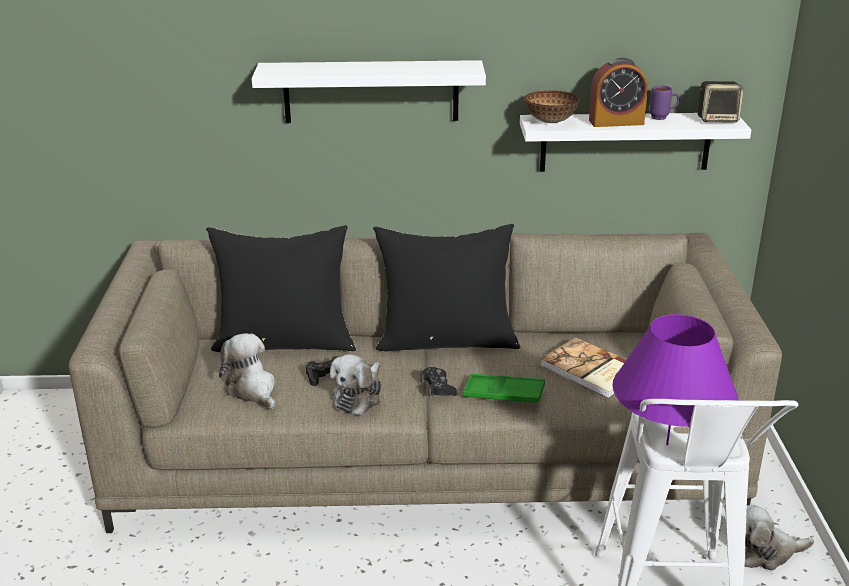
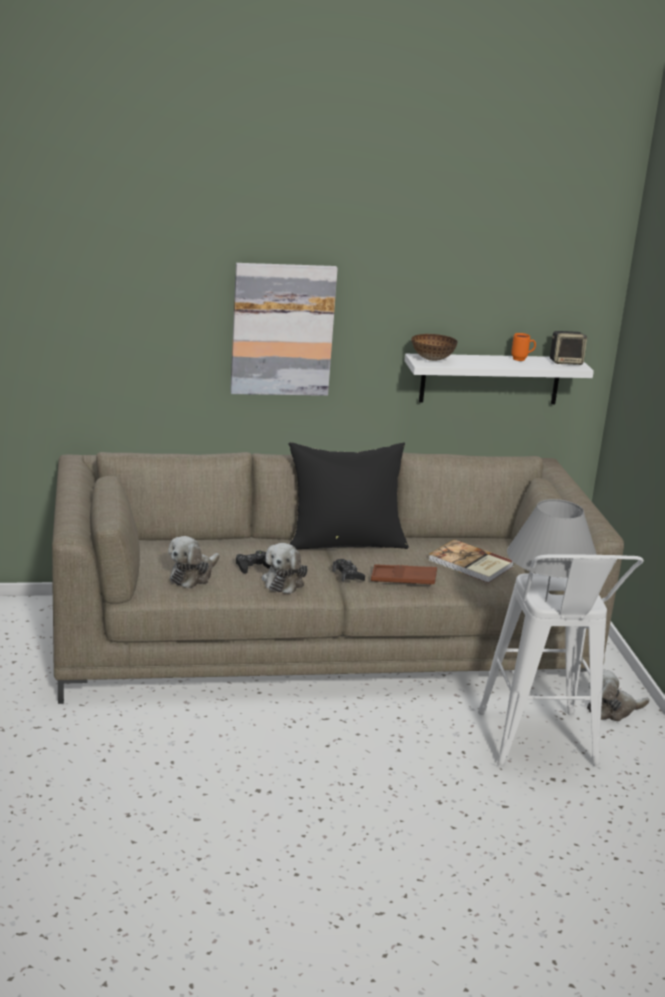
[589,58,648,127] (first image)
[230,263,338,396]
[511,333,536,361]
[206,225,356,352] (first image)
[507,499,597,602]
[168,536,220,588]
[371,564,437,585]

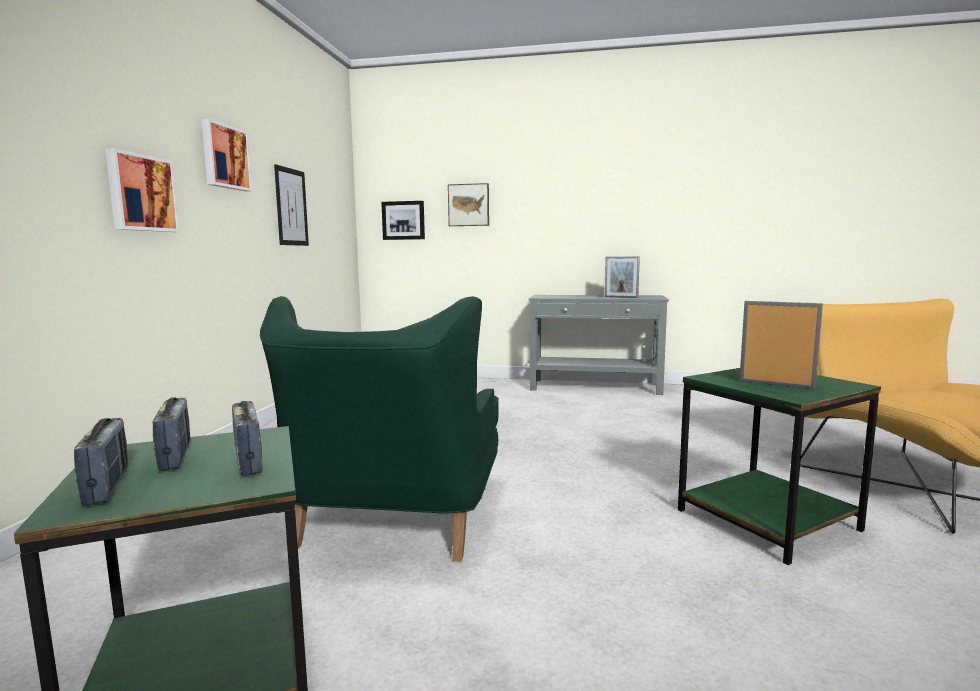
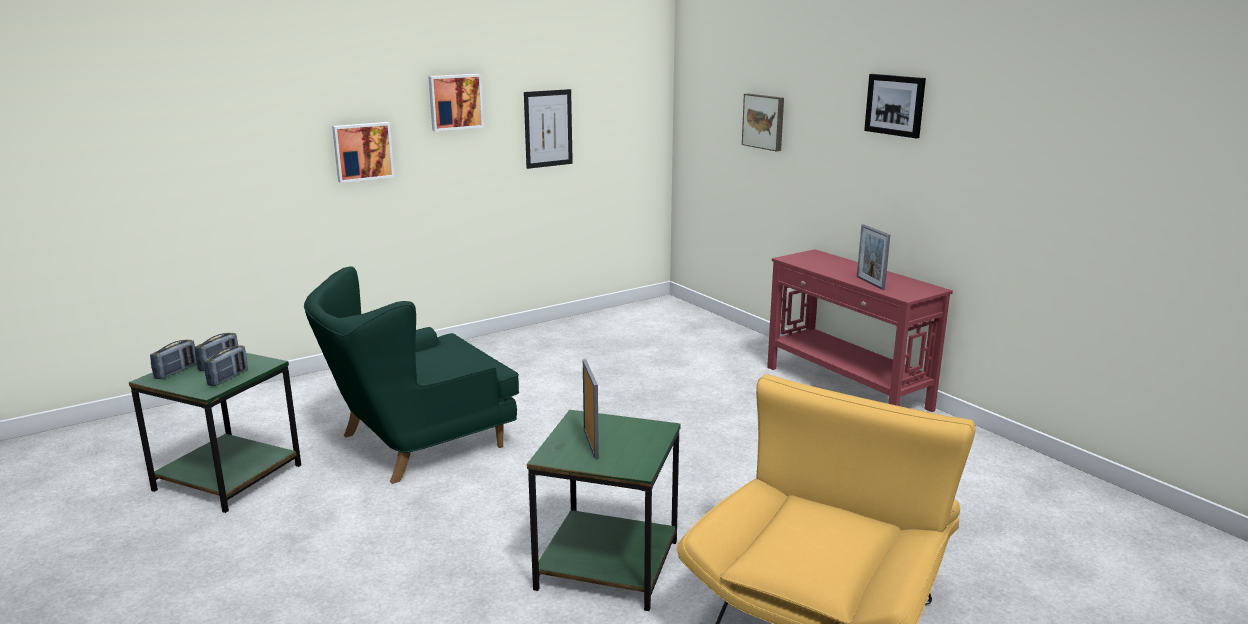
[864,74,926,138]
[767,249,953,412]

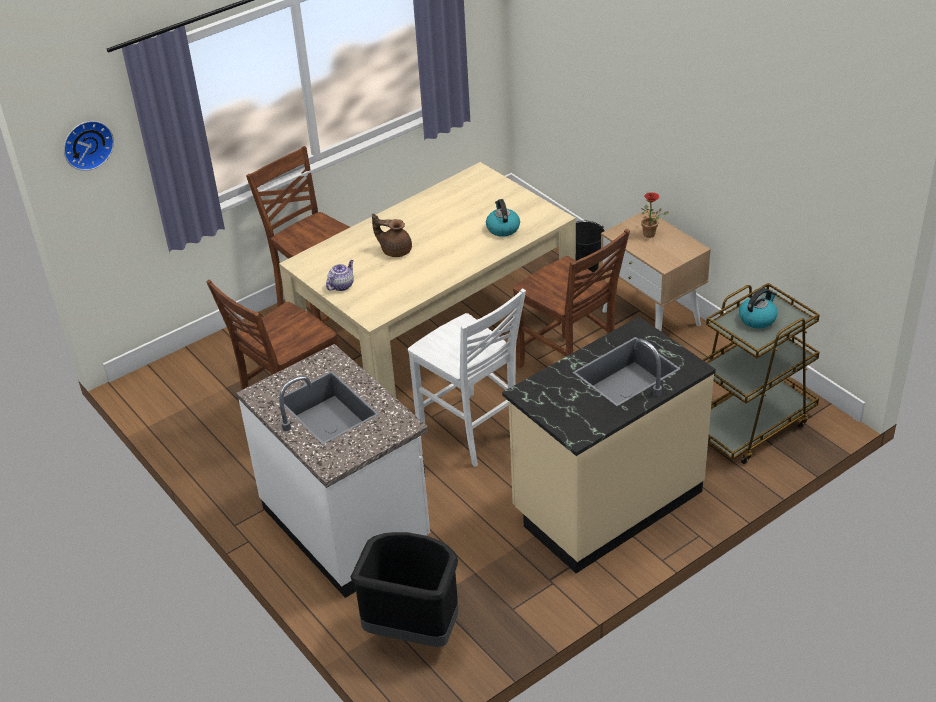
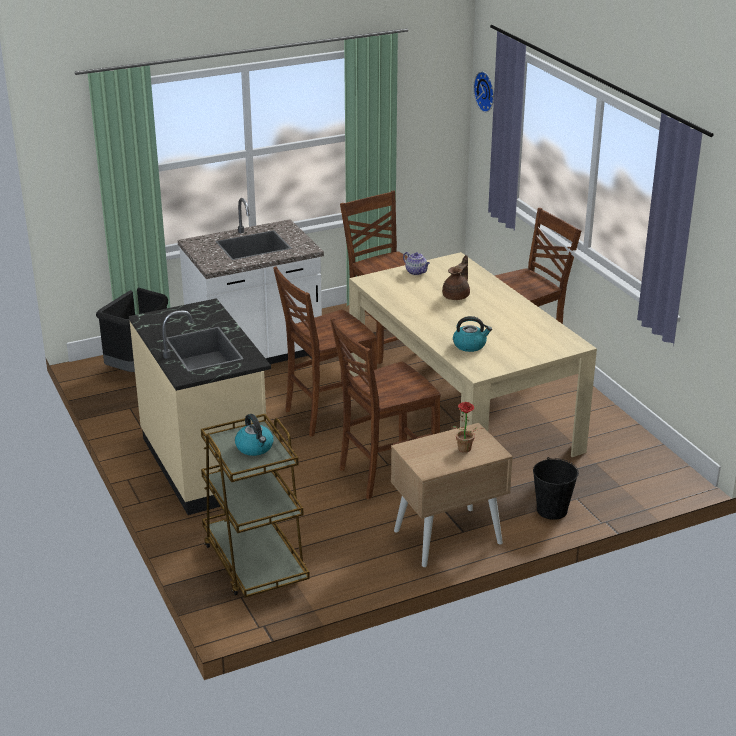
[273,266,377,437]

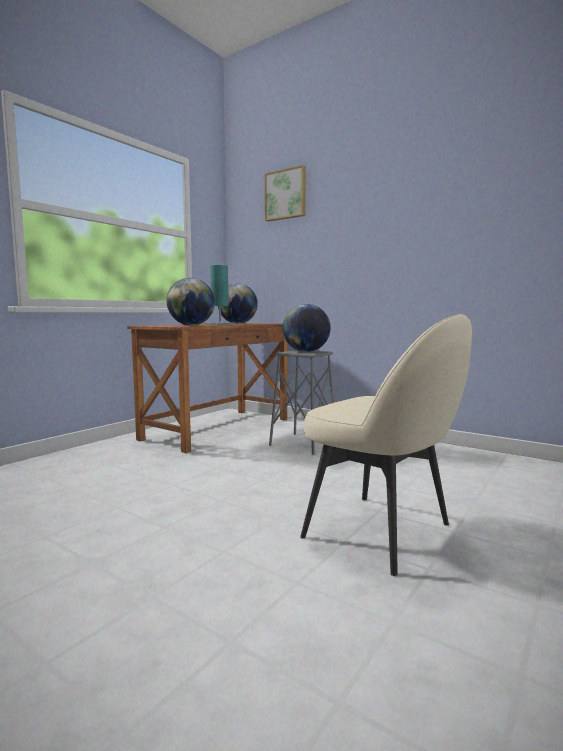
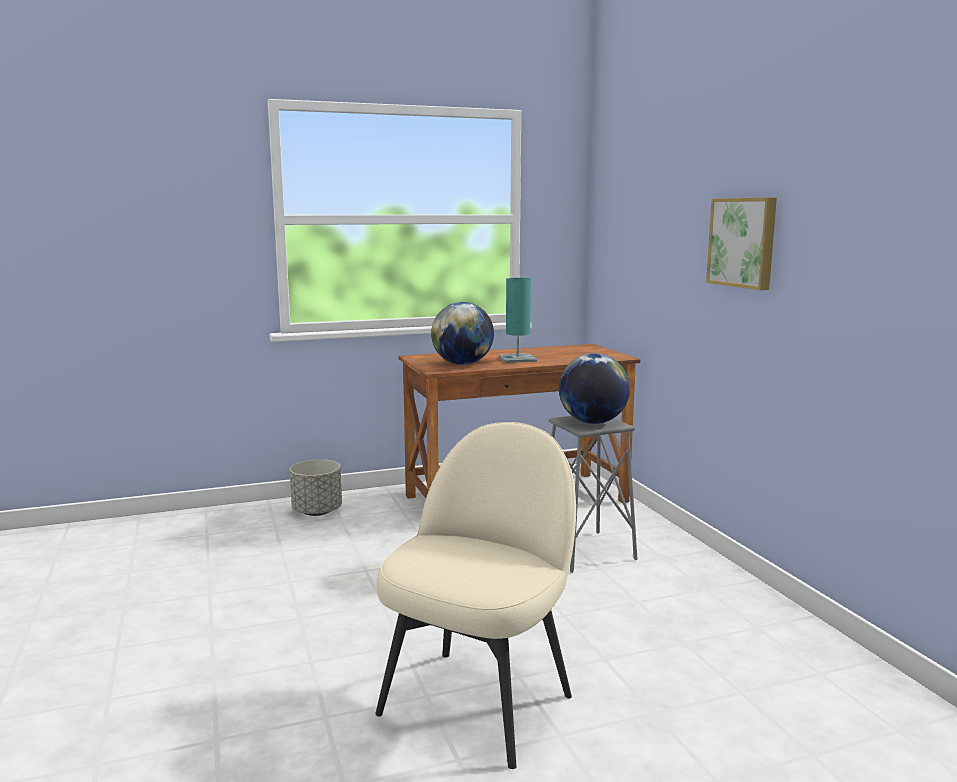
[706,197,777,290]
[218,283,258,324] (first image)
[375,422,576,769]
[290,459,342,516]

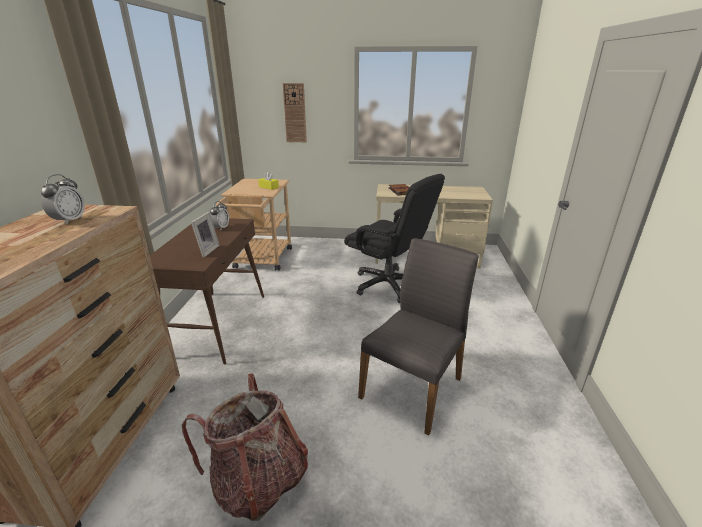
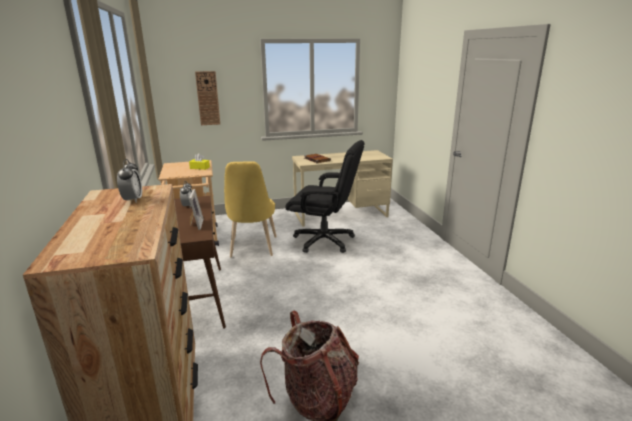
[358,238,478,436] (first image)
[224,161,277,257]

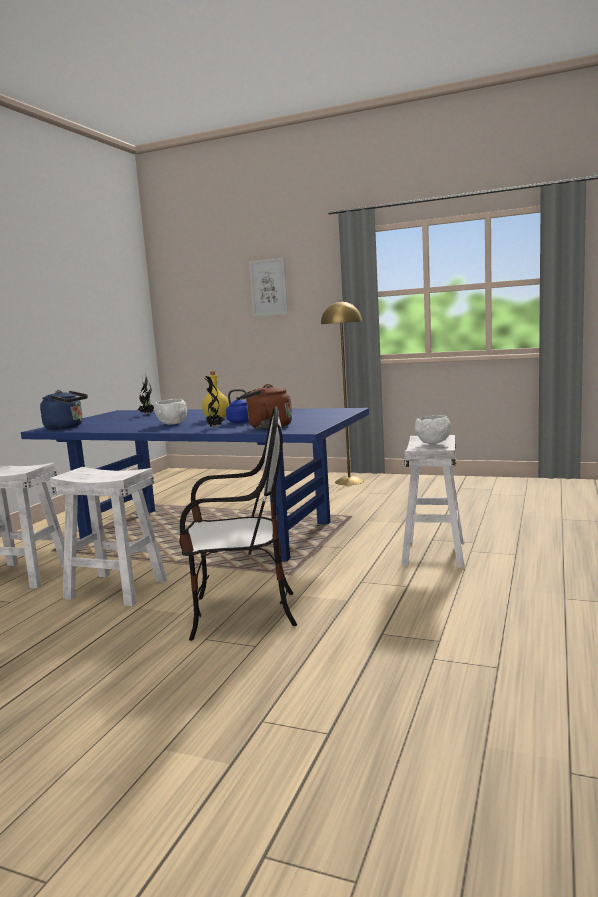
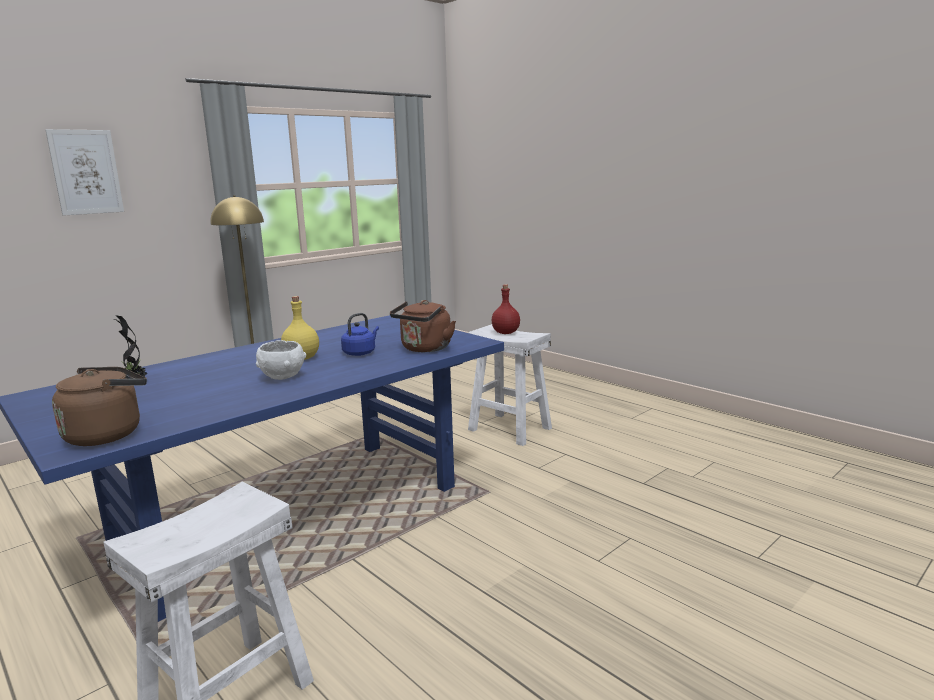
[204,376,223,427] (first image)
[52,367,147,446]
[179,406,297,641] (first image)
[492,284,520,334]
[50,467,167,606] (first image)

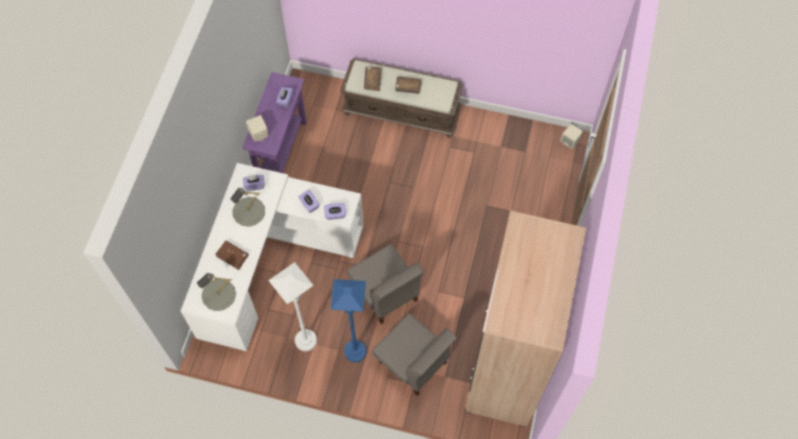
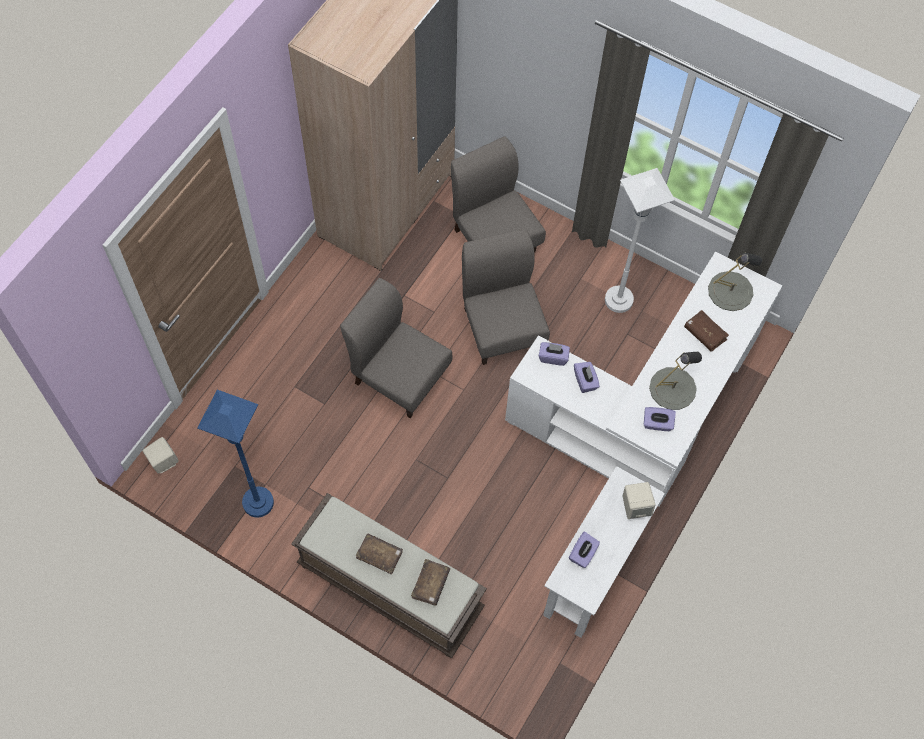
[543,466,665,638]
[197,390,274,518]
[340,278,453,418]

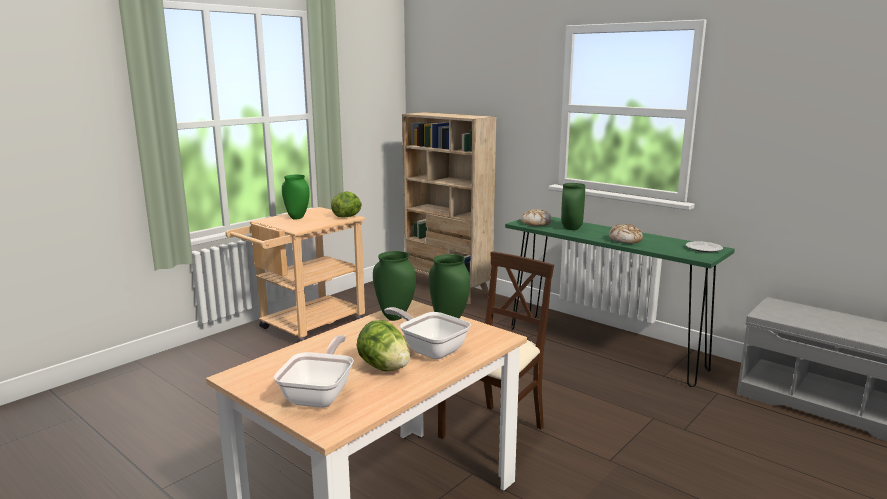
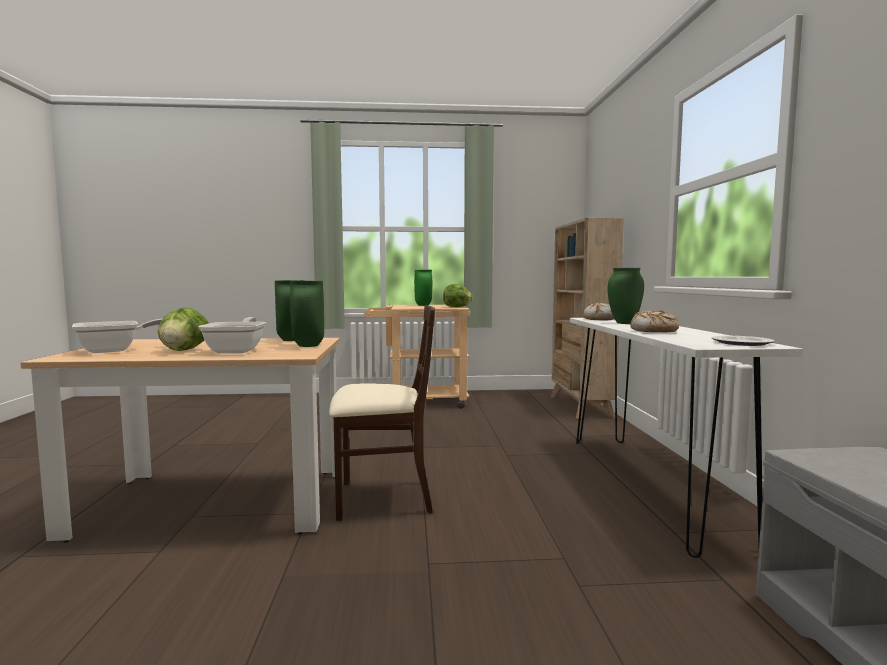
[570,318,803,558]

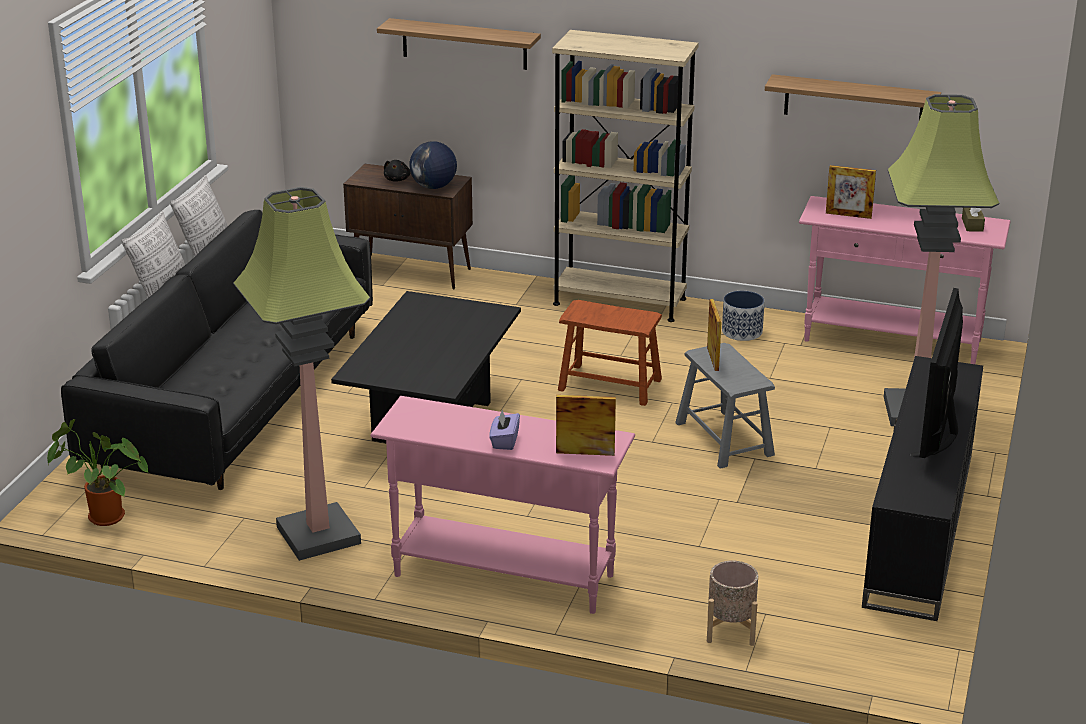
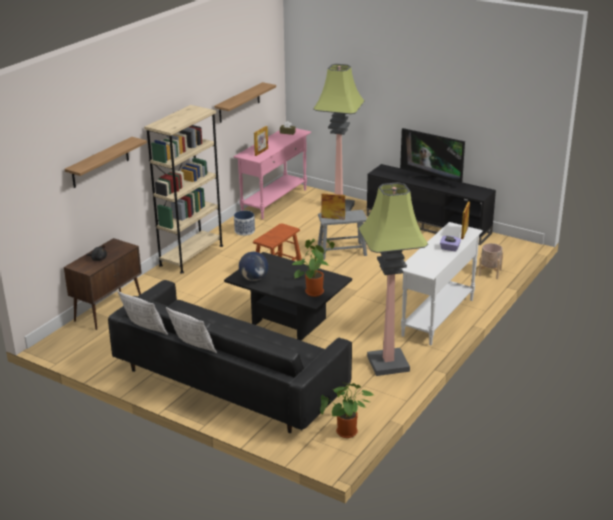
[239,252,268,281]
[401,222,483,346]
[292,239,335,297]

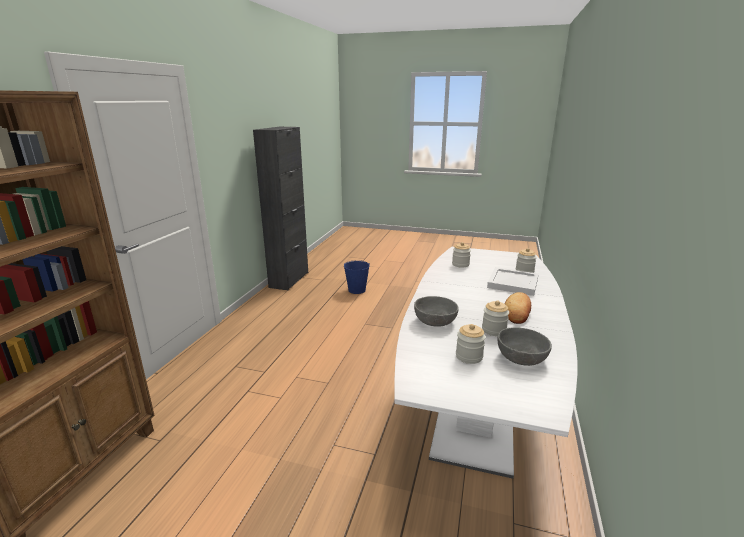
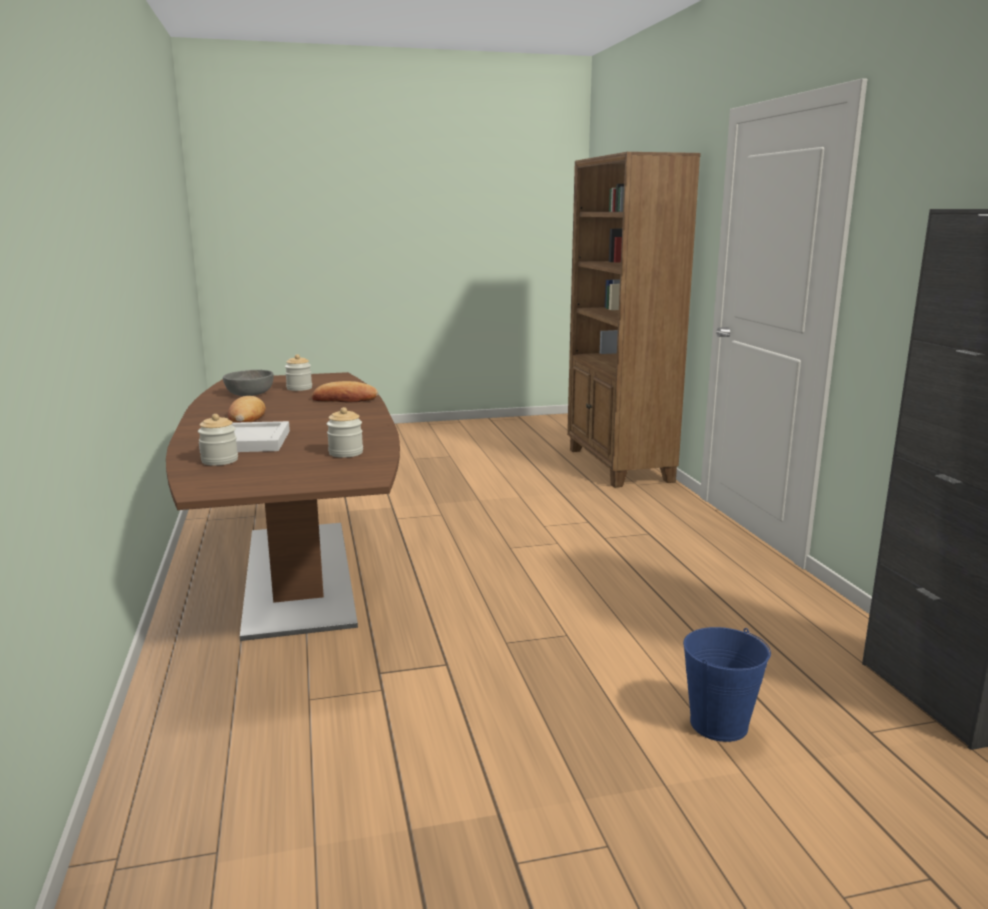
[166,372,400,641]
[312,381,378,402]
[482,300,509,336] (first image)

